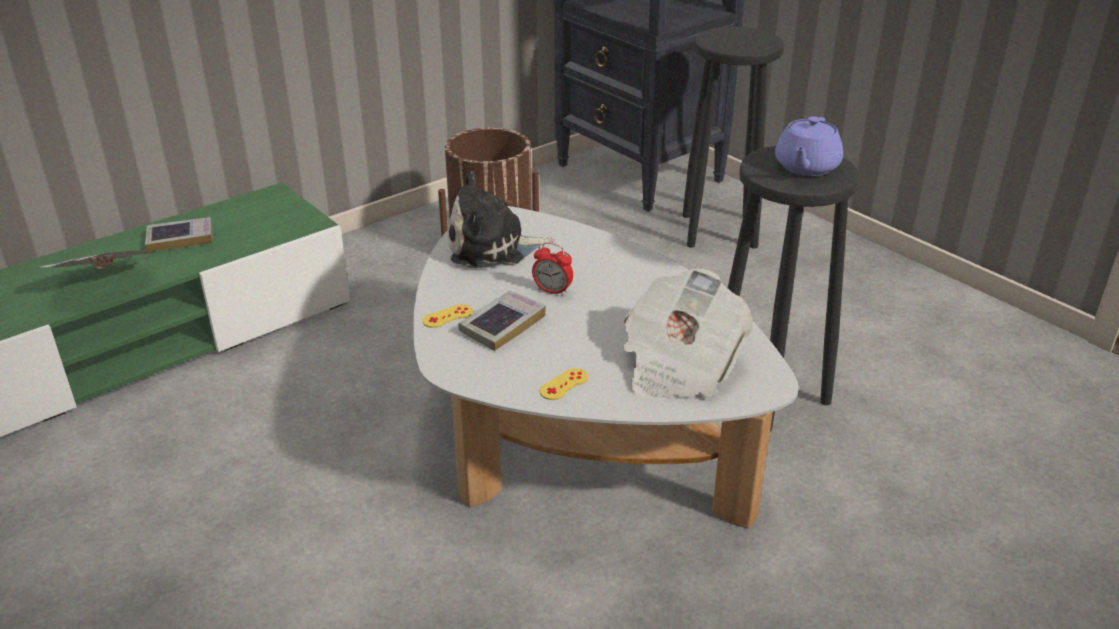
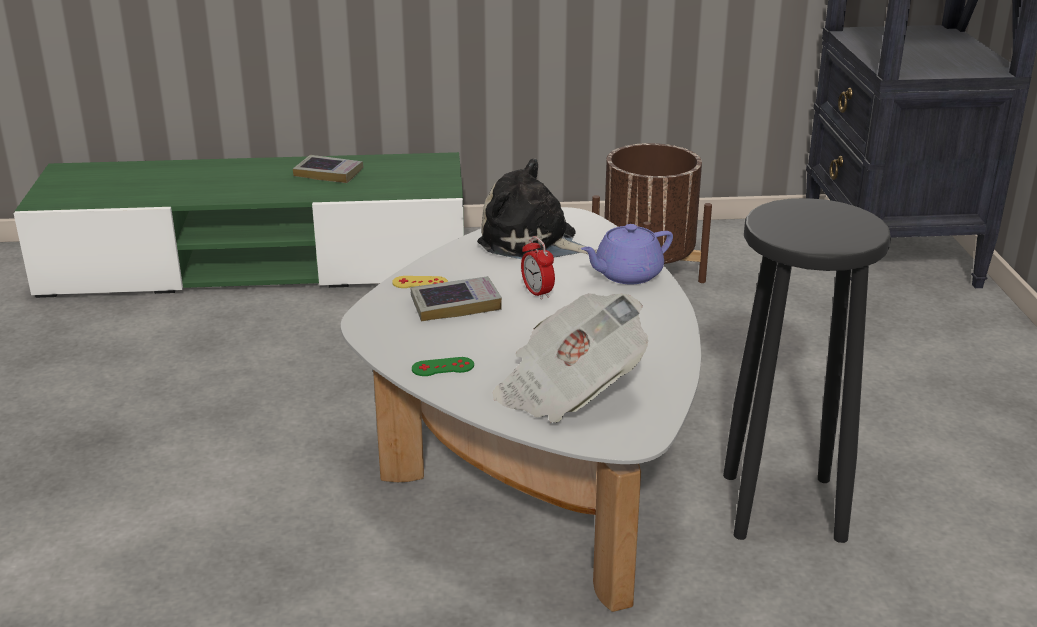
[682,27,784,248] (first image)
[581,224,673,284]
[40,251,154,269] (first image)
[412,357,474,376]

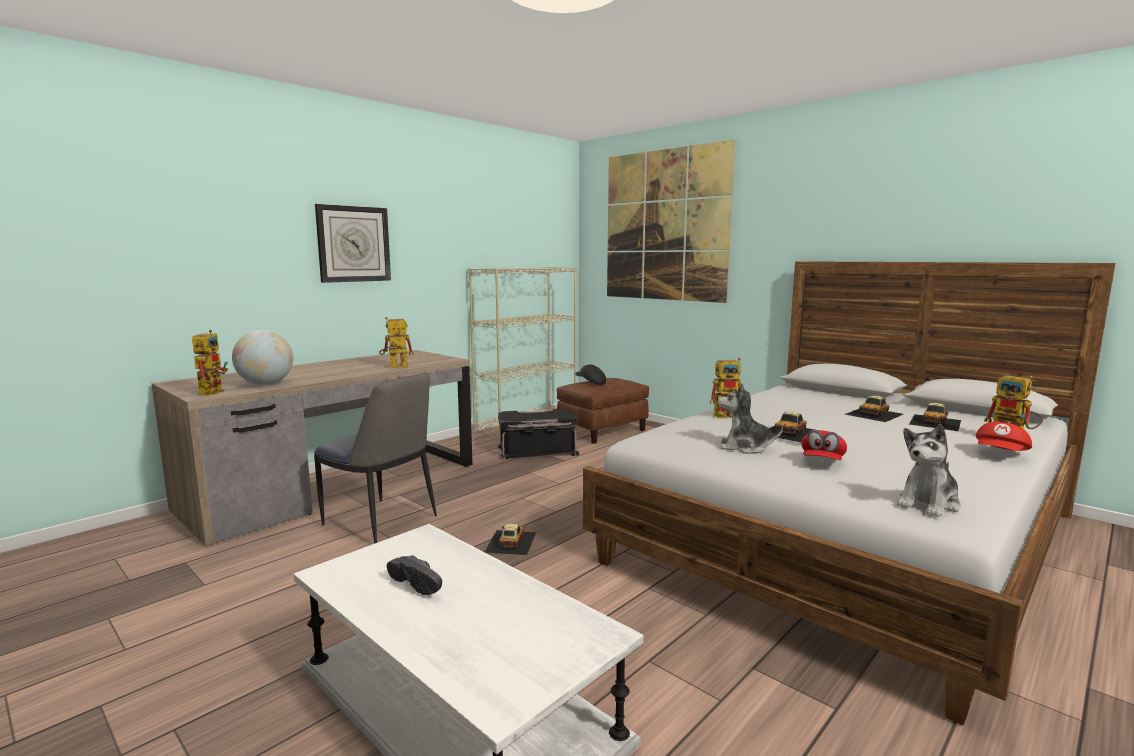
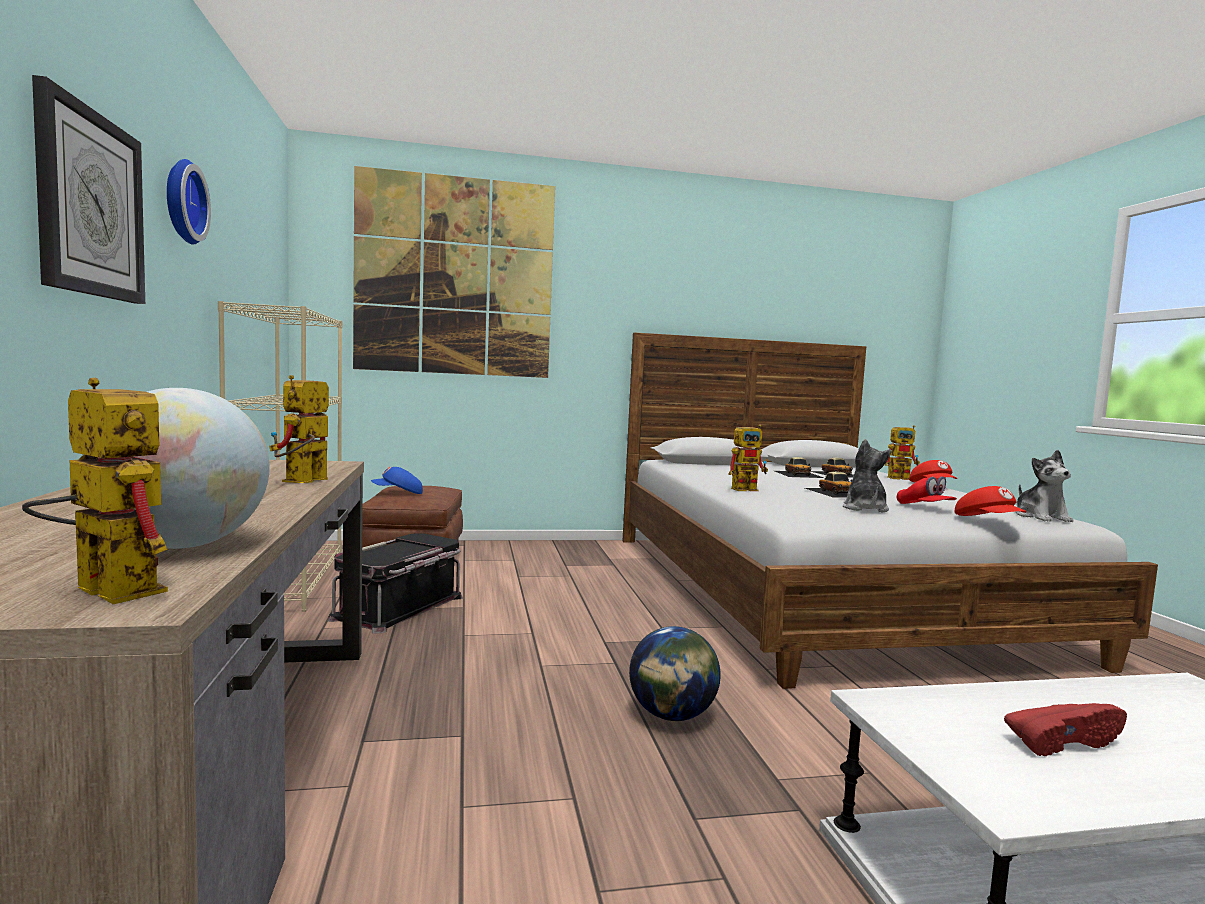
[728,424,768,491]
[371,467,423,494]
[314,373,437,544] (first image)
[843,439,892,513]
[629,626,721,721]
[1004,703,1127,756]
[167,159,211,245]
[954,486,1027,516]

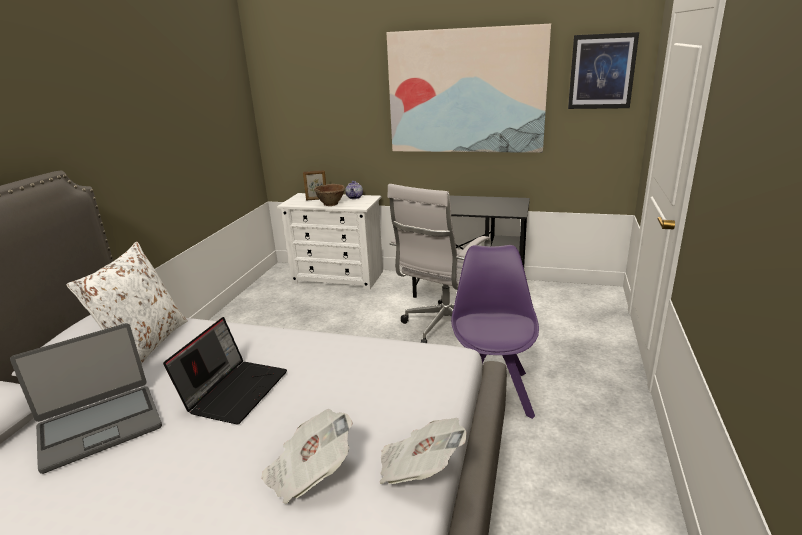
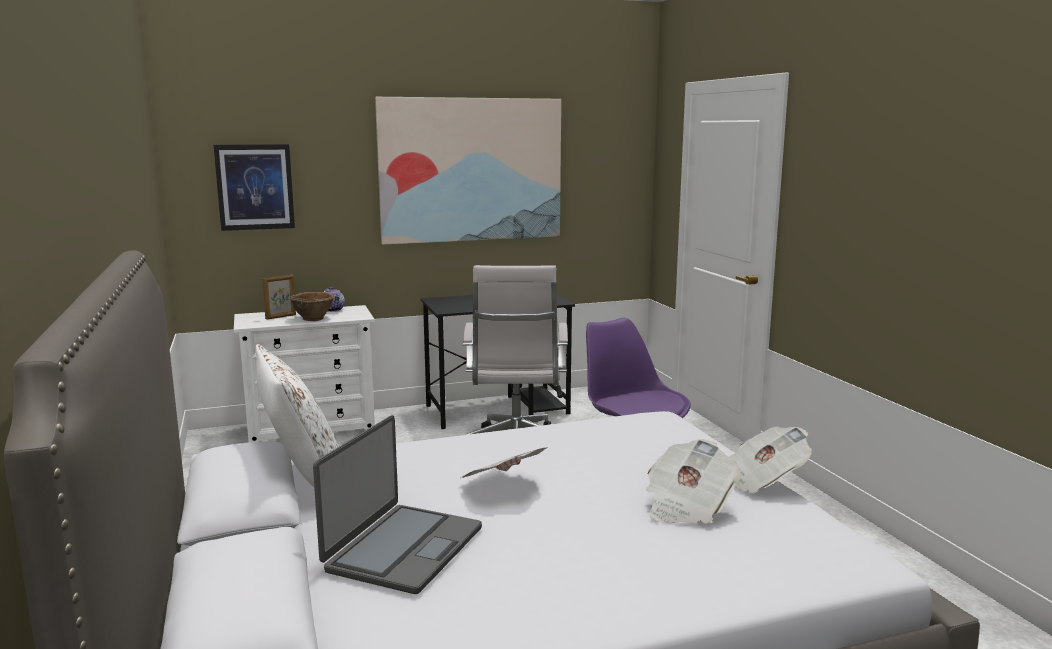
[214,144,295,231]
[462,448,546,478]

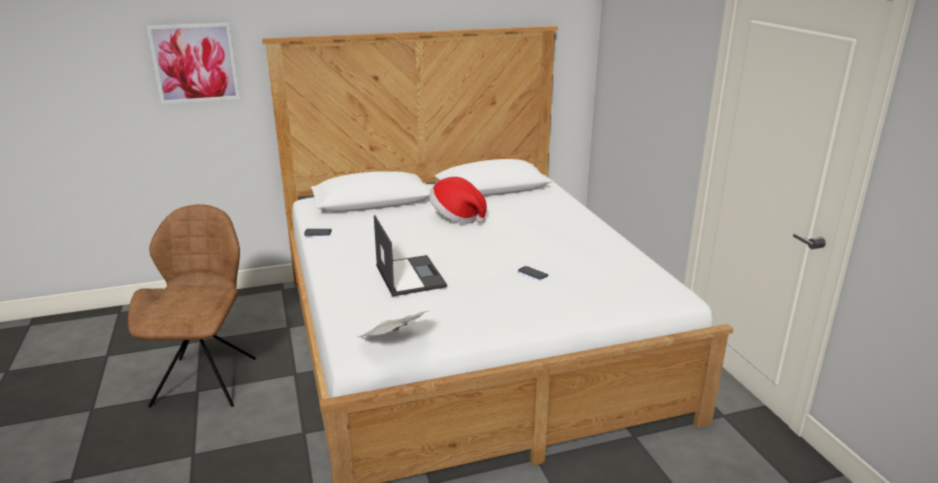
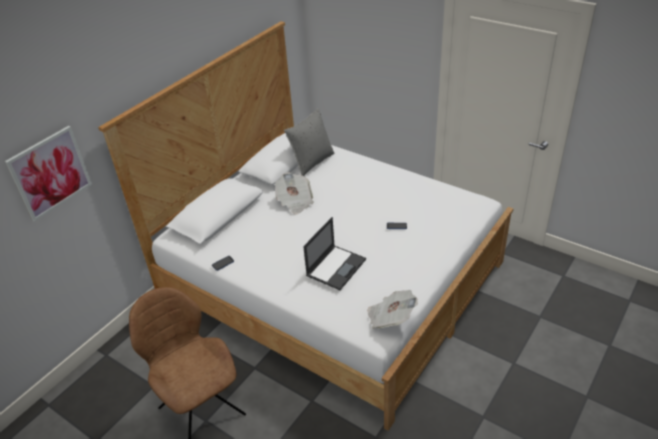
[275,172,314,215]
[303,217,366,290]
[284,108,334,176]

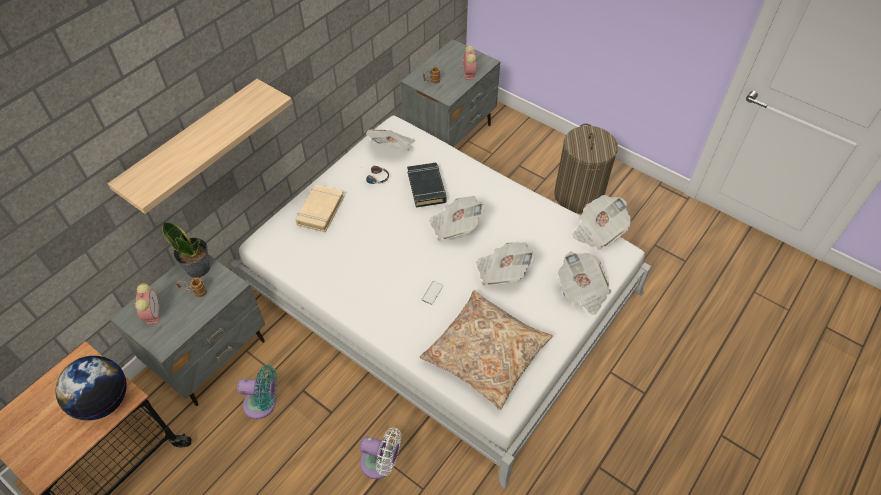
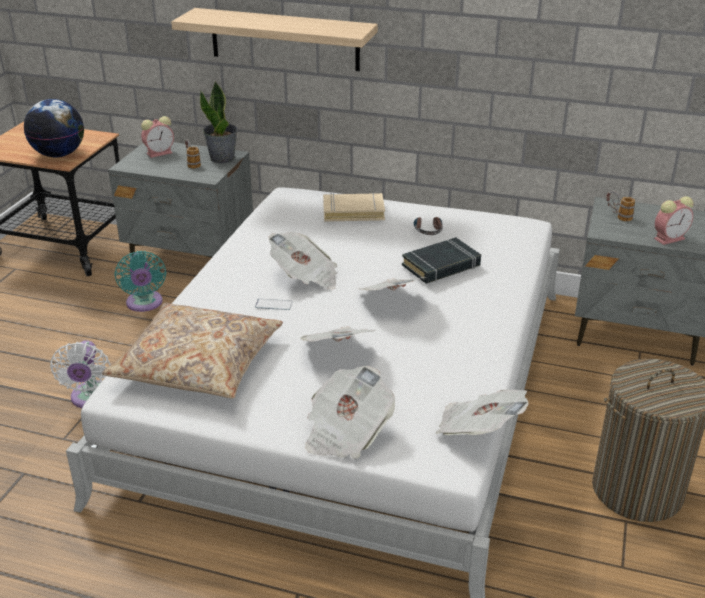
[268,232,337,289]

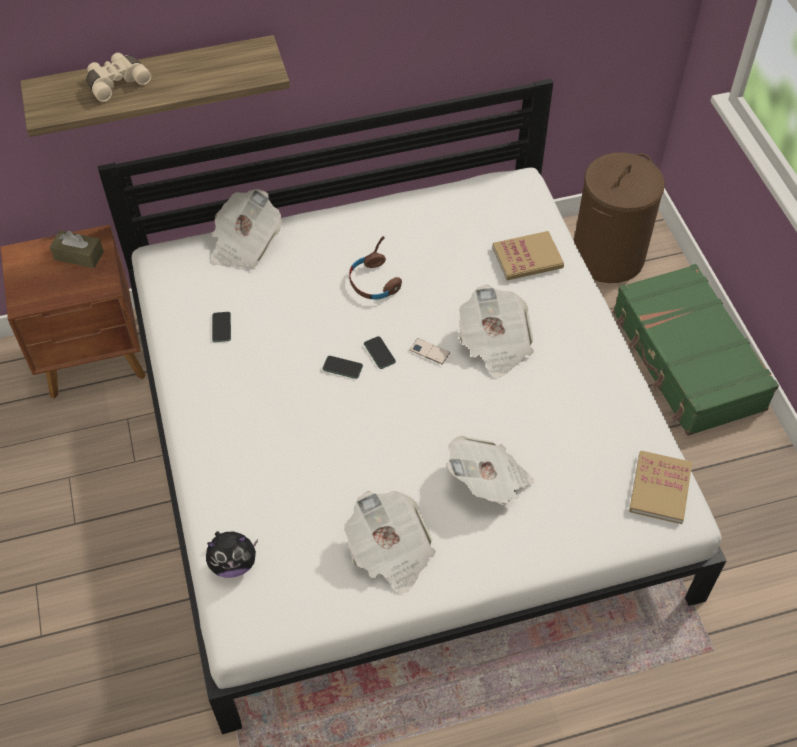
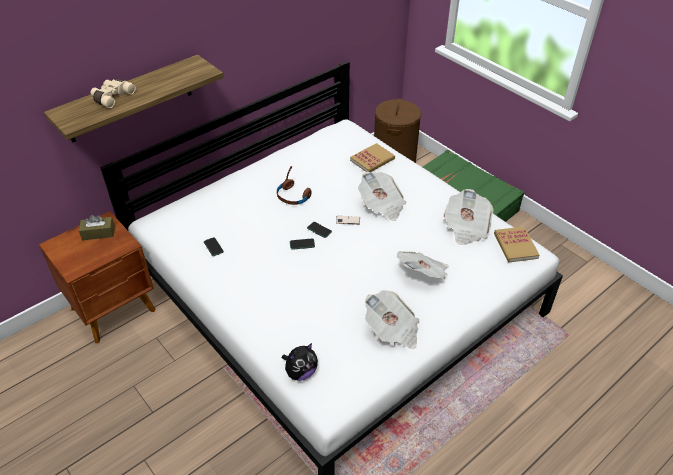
[444,189,494,245]

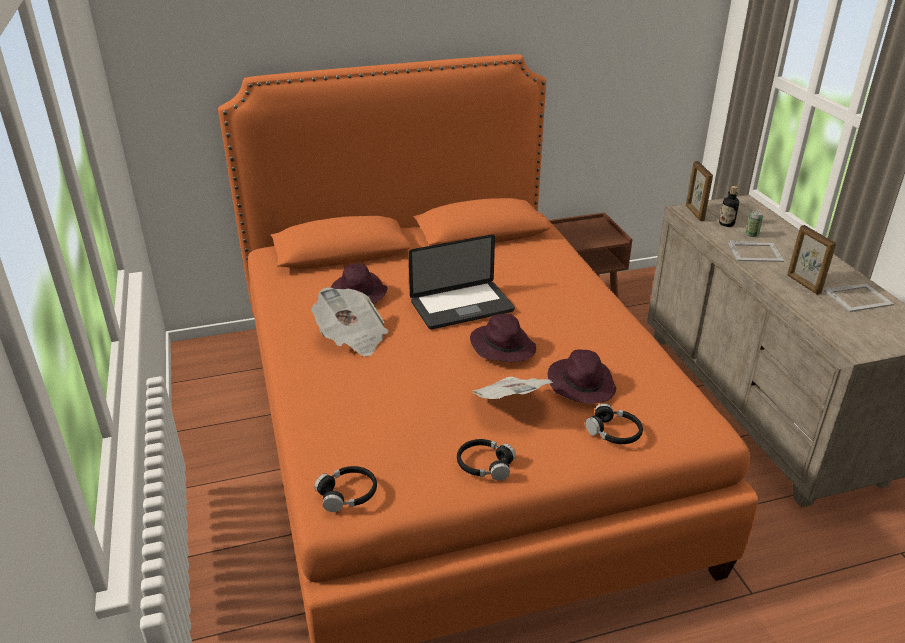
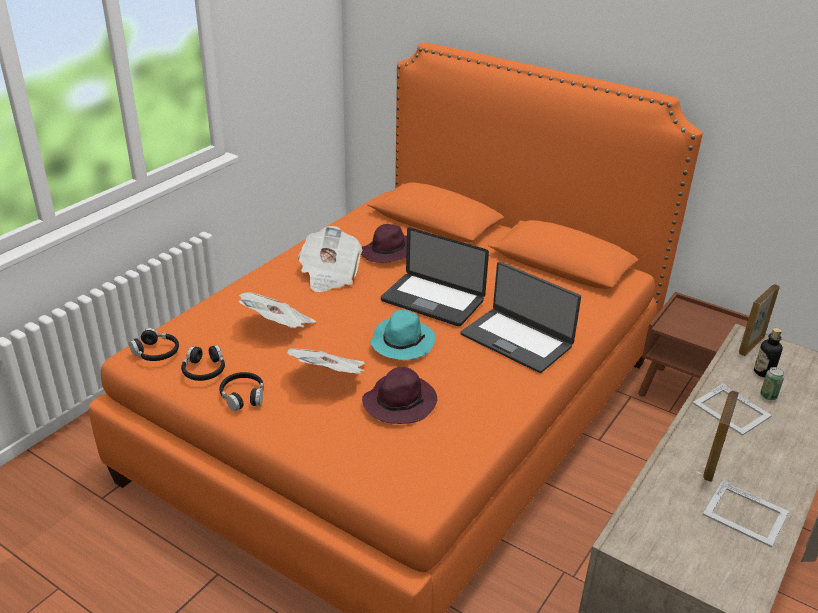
[370,309,436,360]
[181,345,225,381]
[460,261,581,373]
[238,292,316,328]

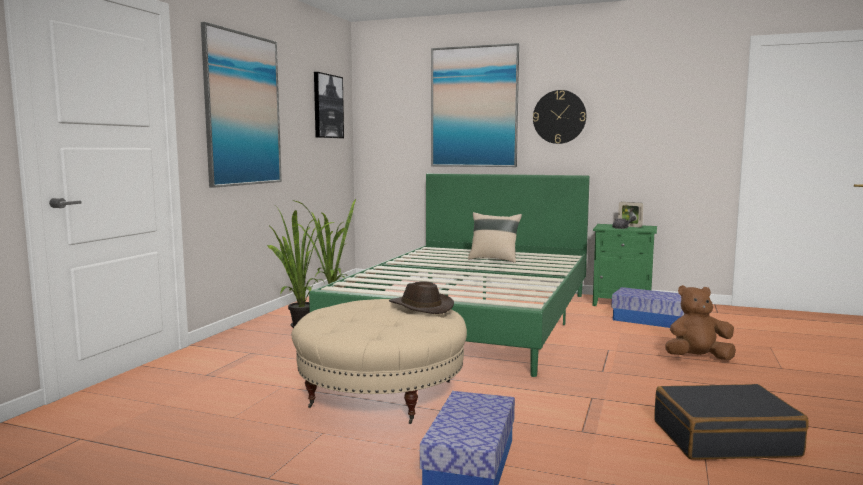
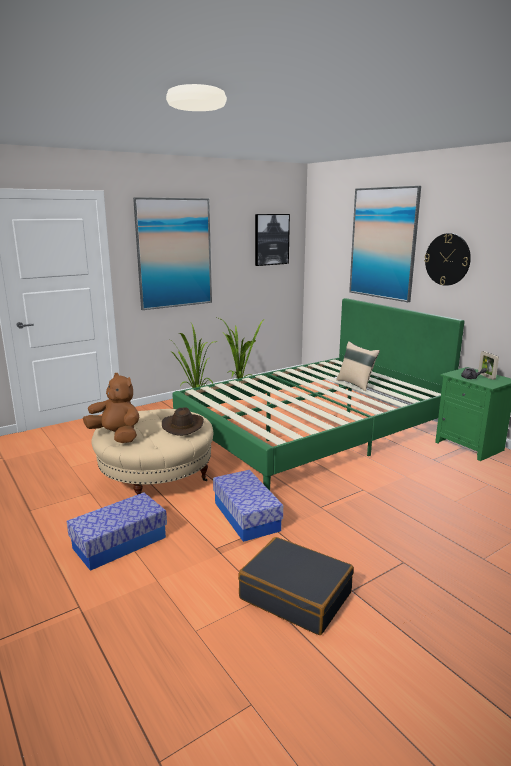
[83,373,139,443]
[213,470,283,542]

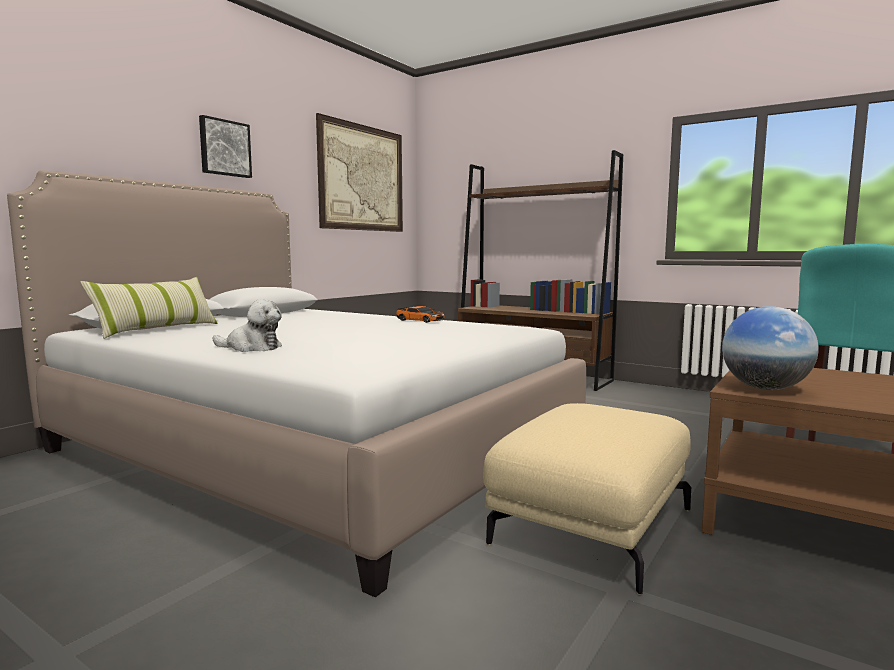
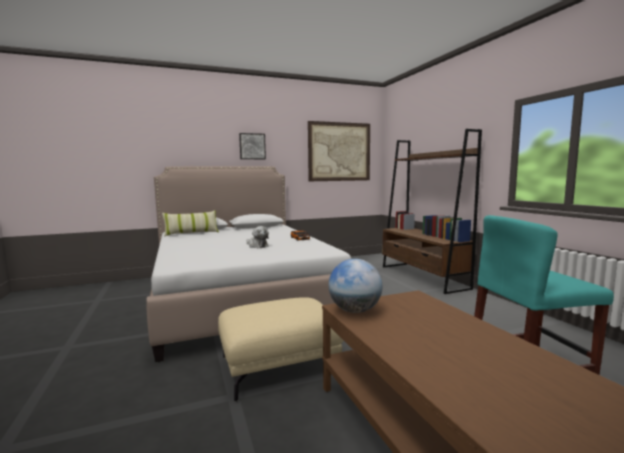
[246,226,269,248]

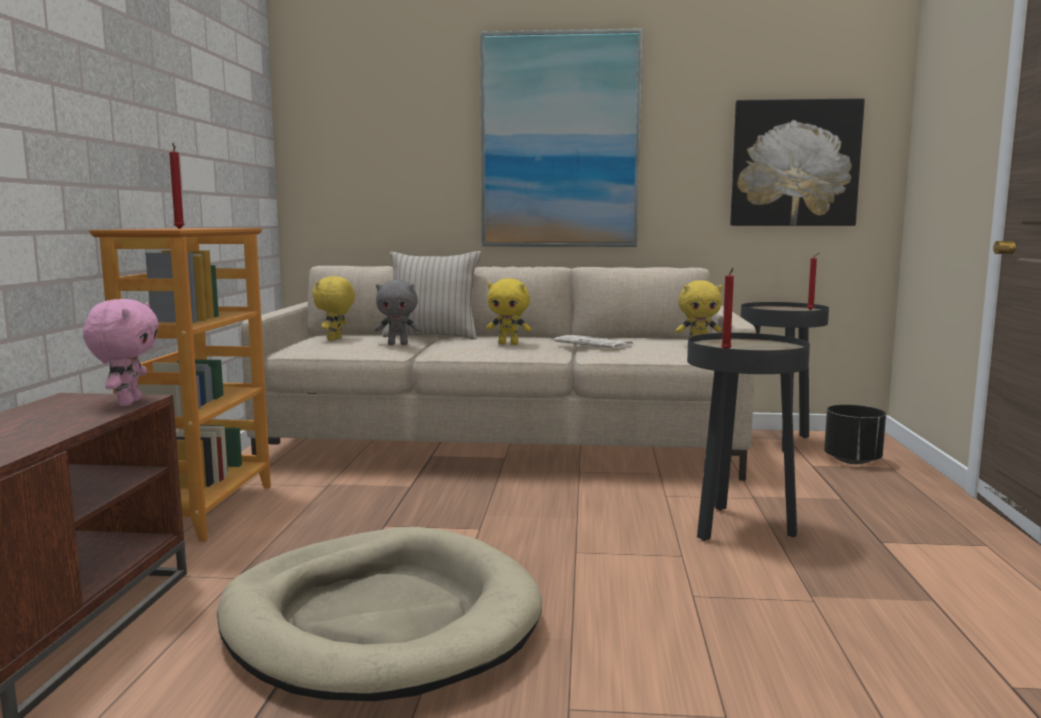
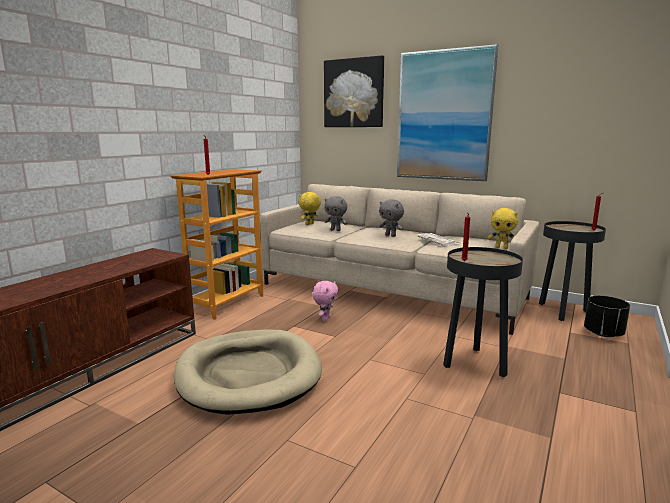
[324,55,384,127]
[382,251,481,340] (first image)
[379,199,404,237]
[313,281,338,321]

